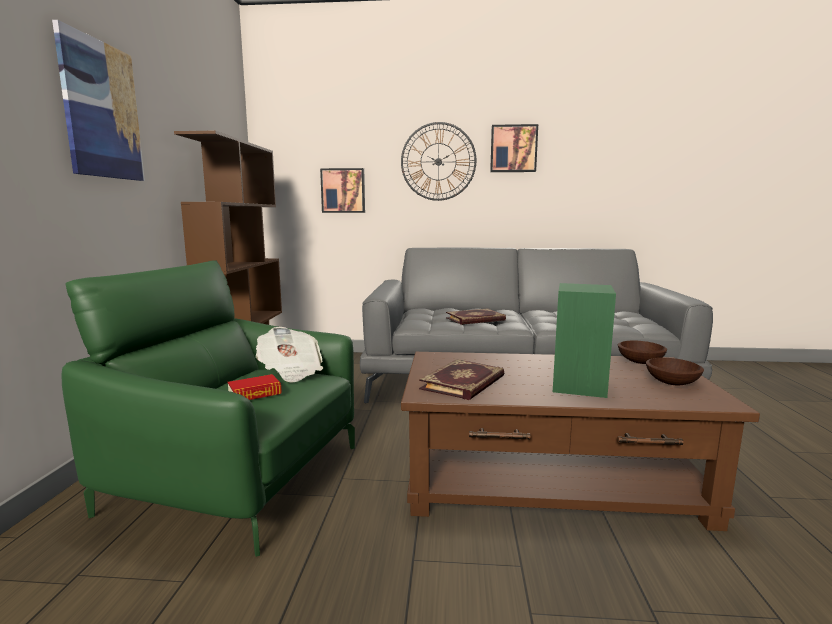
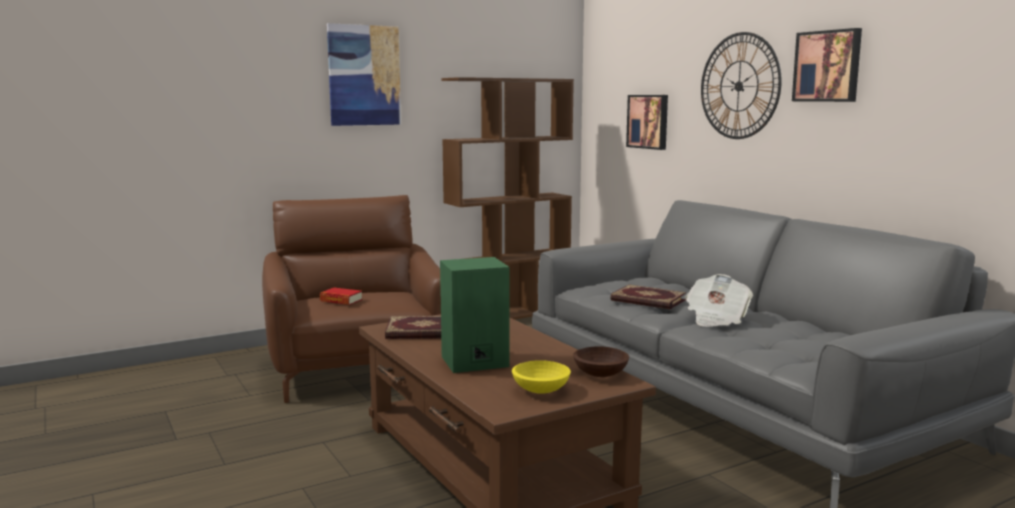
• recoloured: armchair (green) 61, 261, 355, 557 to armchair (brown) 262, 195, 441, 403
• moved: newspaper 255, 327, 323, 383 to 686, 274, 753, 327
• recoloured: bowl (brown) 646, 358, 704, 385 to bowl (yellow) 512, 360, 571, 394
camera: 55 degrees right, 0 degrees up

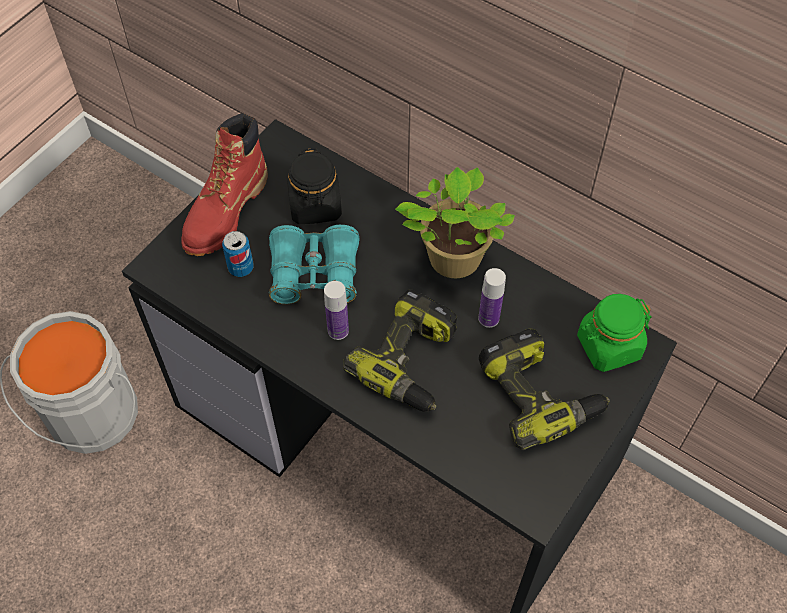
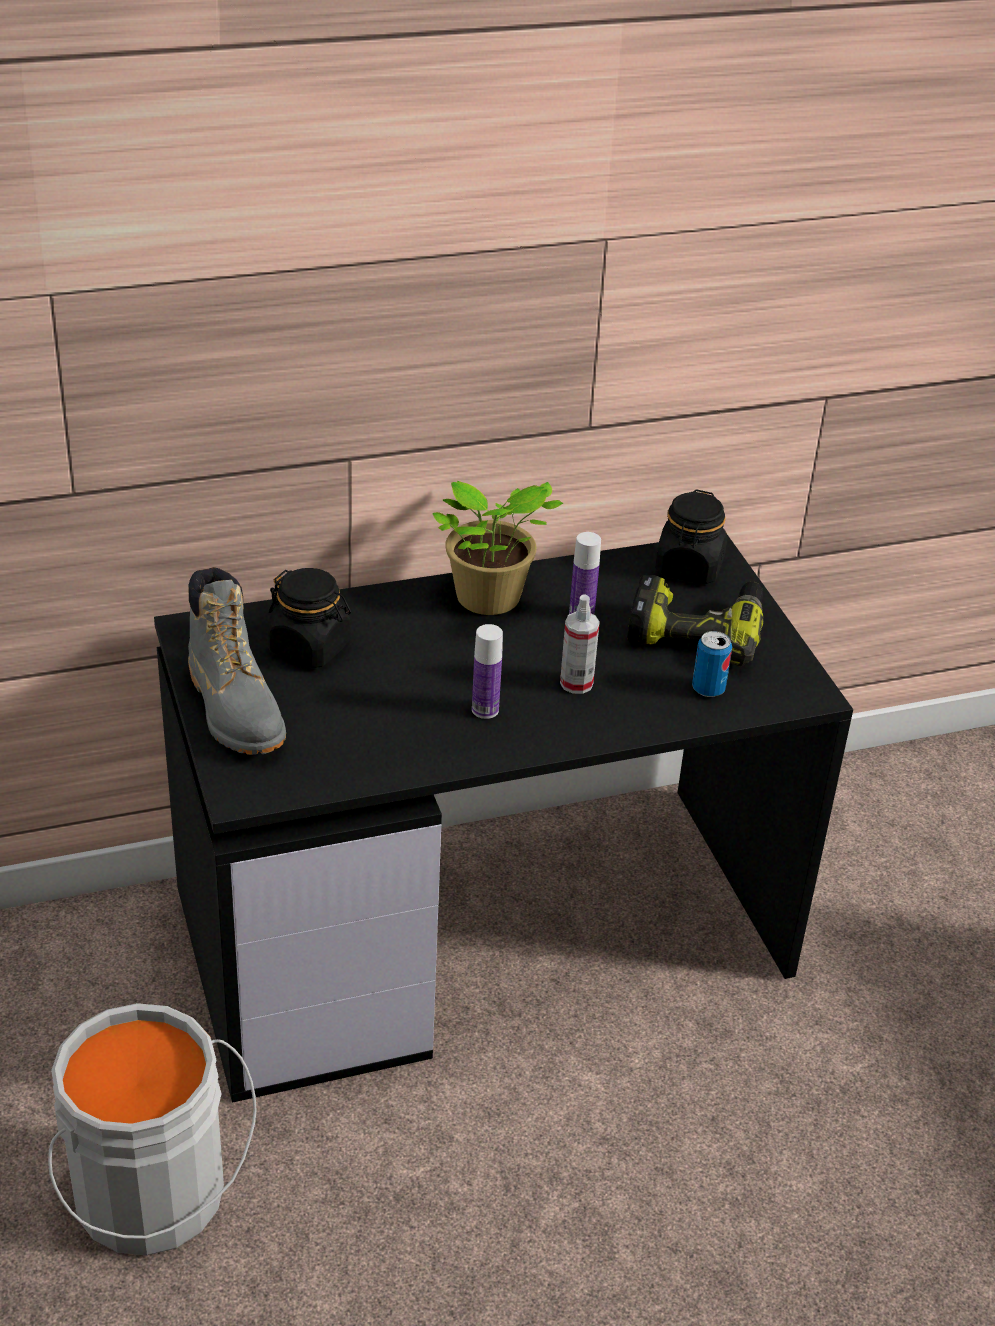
• recoloured: boot (red) 181, 113, 268, 256 to boot (grey) 188, 567, 286, 755
• moved: can 222, 231, 254, 277 to 692, 631, 732, 697
• removed: binoculars (turquoise) 269, 225, 360, 304
• replaced: power drill 343, 289, 457, 412 to spray bottle 560, 594, 600, 694
• recoloured: jar (green) 577, 294, 652, 372 to jar (black) 655, 490, 728, 584
camera: 55 degrees left, 20 degrees down

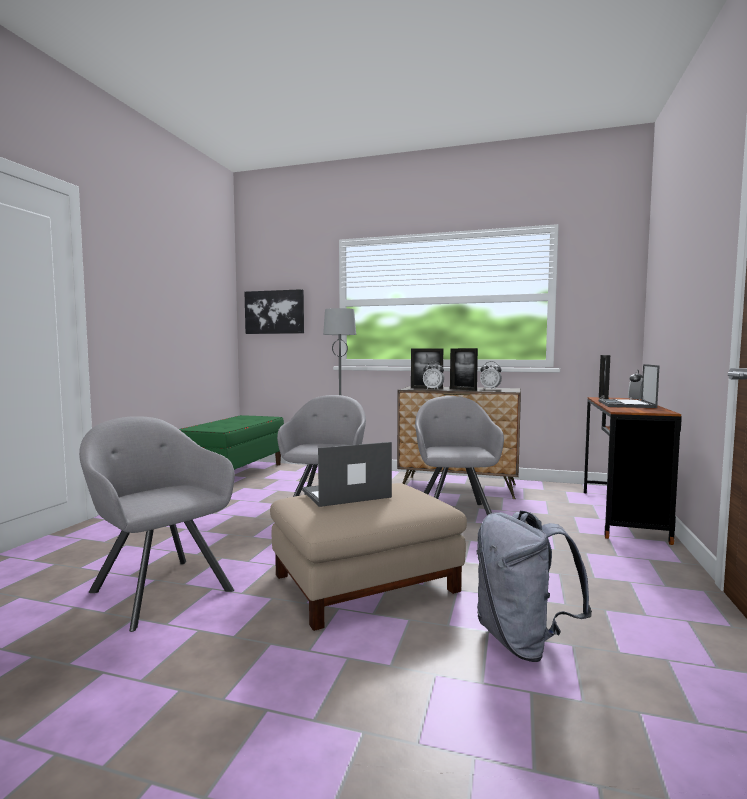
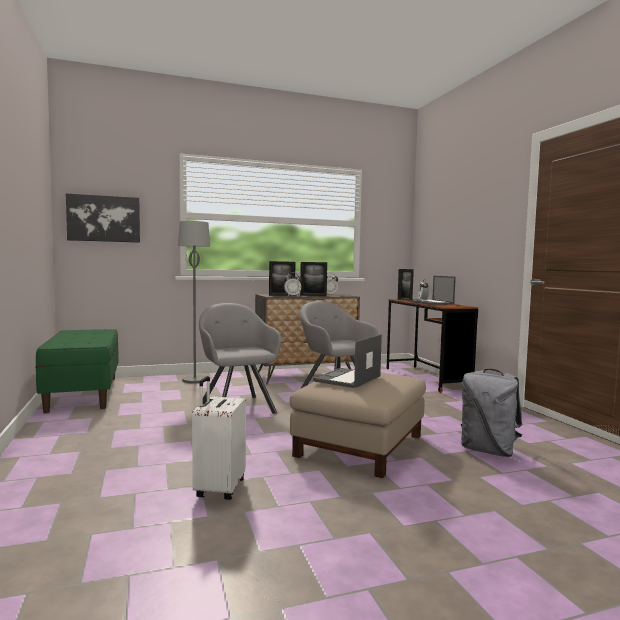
• replaced: armchair (grey) 79, 416, 235, 632 to suitcase (white) 192, 376, 246, 500
camera: 35 degrees left, 0 degrees up

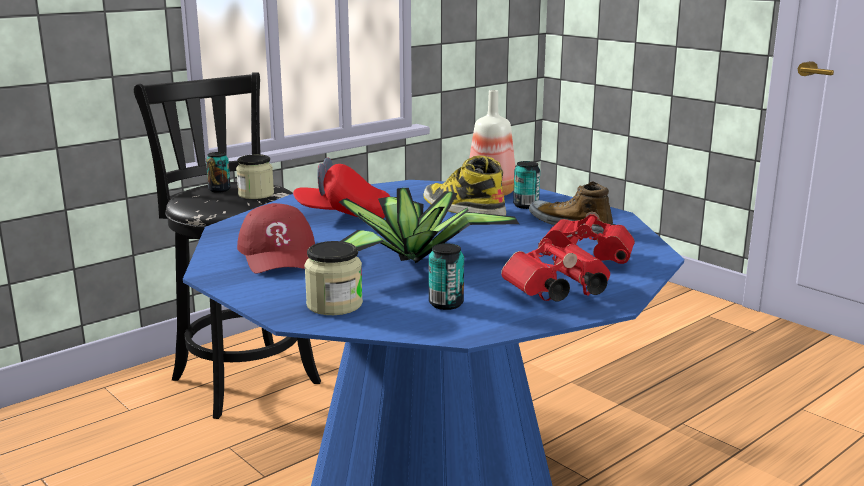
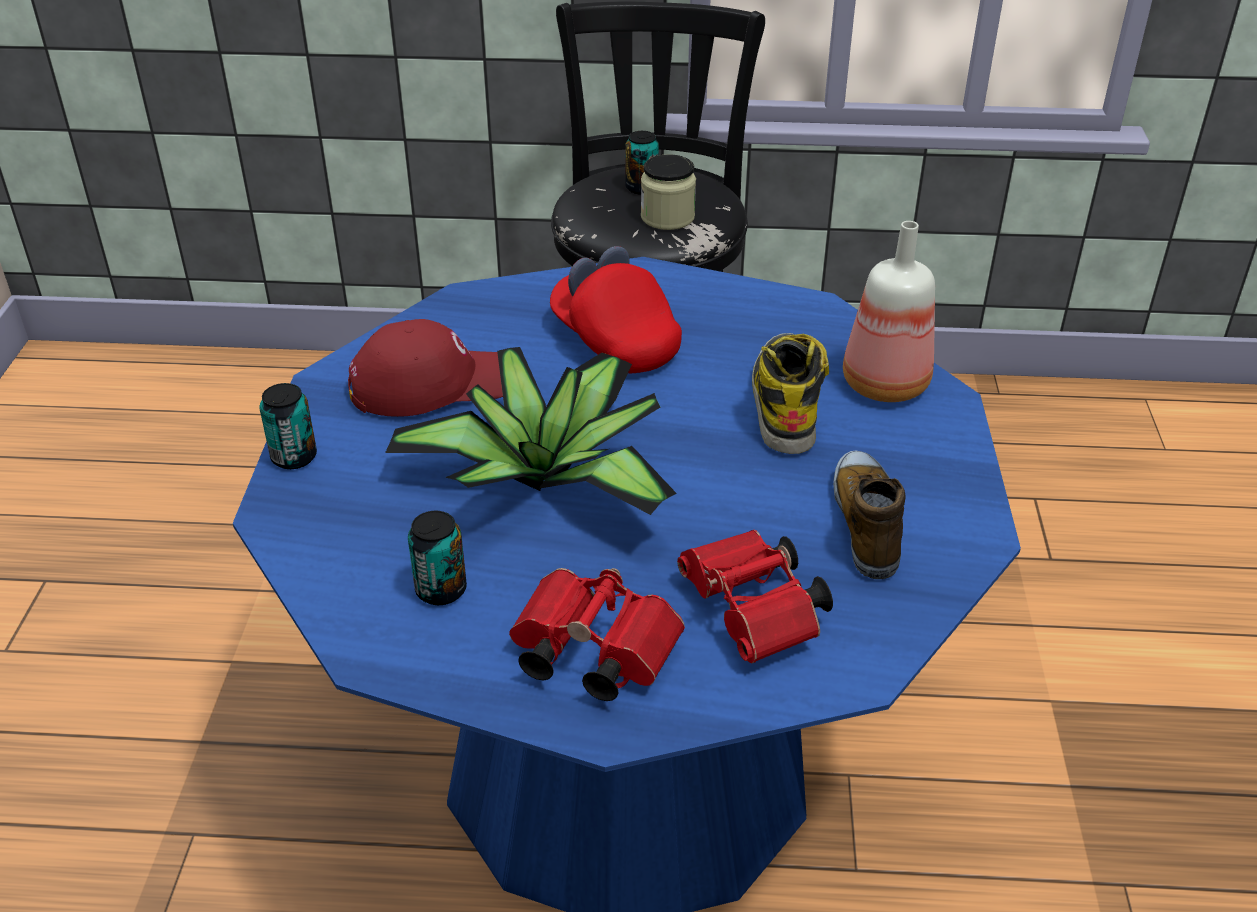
• turned: cap (red) 237, 203, 315, 274 = 348, 319, 503, 417 135 degrees counterclockwise
• removed: jar 304, 241, 363, 315
• moved: can 513, 161, 540, 209 to 259, 383, 317, 469
camera: 45 degrees right, 20 degrees up

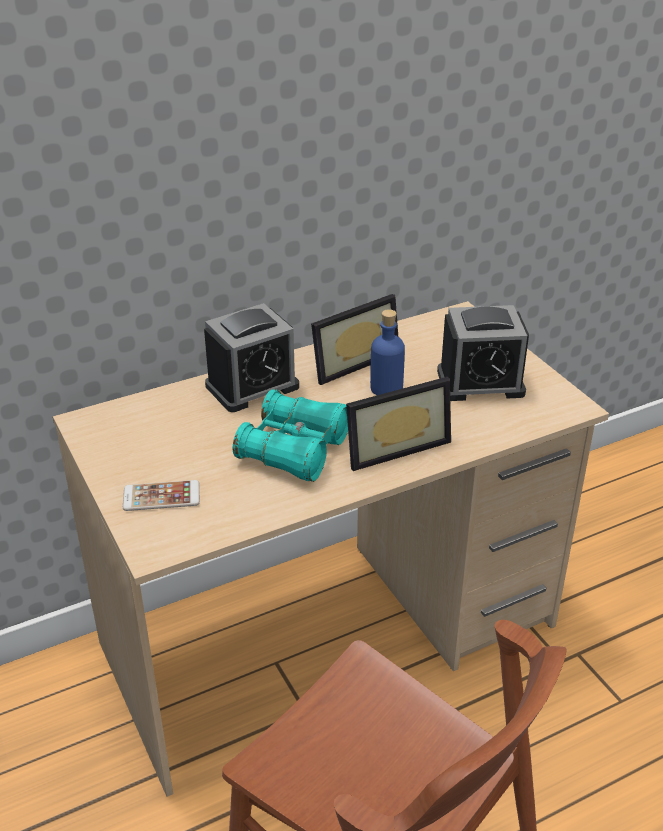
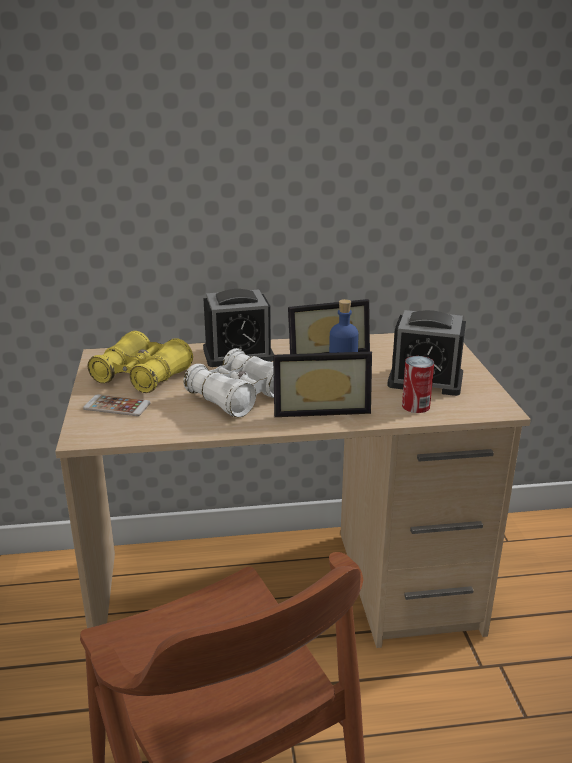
• recoloured: binoculars (turquoise) 233, 389, 348, 482 to binoculars (white) 183, 348, 274, 417
• added: binoculars (yellow) 88, 331, 193, 393
• added: can 402, 356, 434, 413
camera: 20 degrees right, 10 degrees down

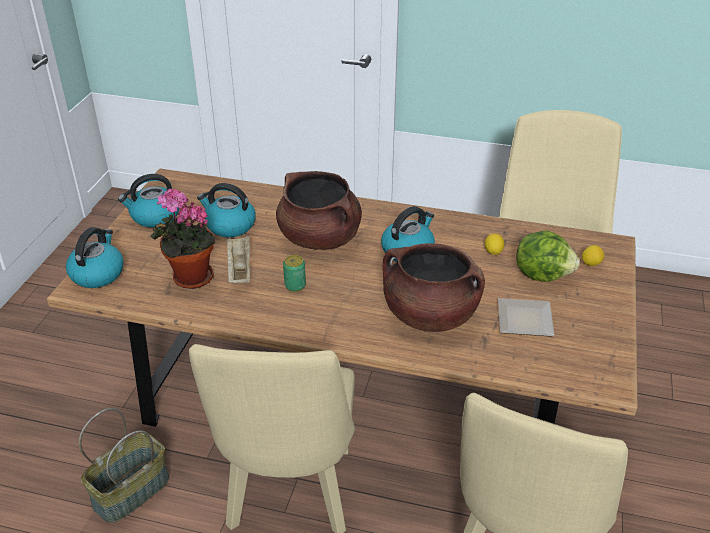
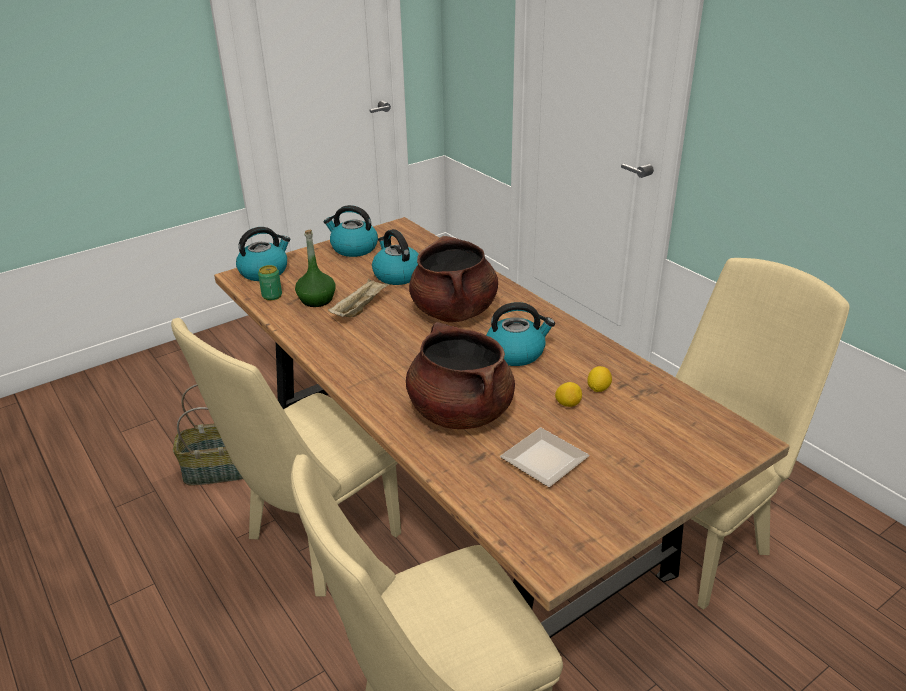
• replaced: potted plant 150, 188, 215, 289 to bottle (green) 295, 230, 336, 307
• moved: can 283, 255, 306, 292 to 258, 265, 282, 301
• removed: lettuce 516, 231, 580, 282
• moved: lemon 582, 245, 604, 266 to 555, 382, 582, 407
camera: 40 degrees right, 5 degrees down

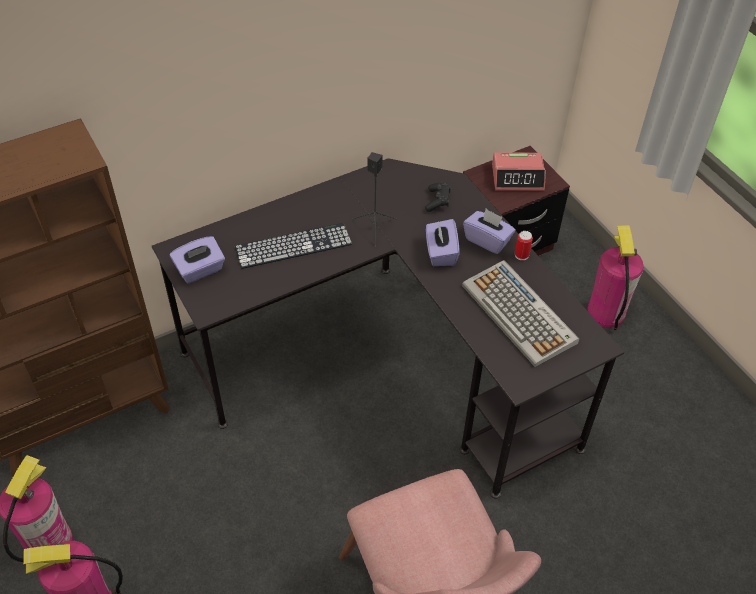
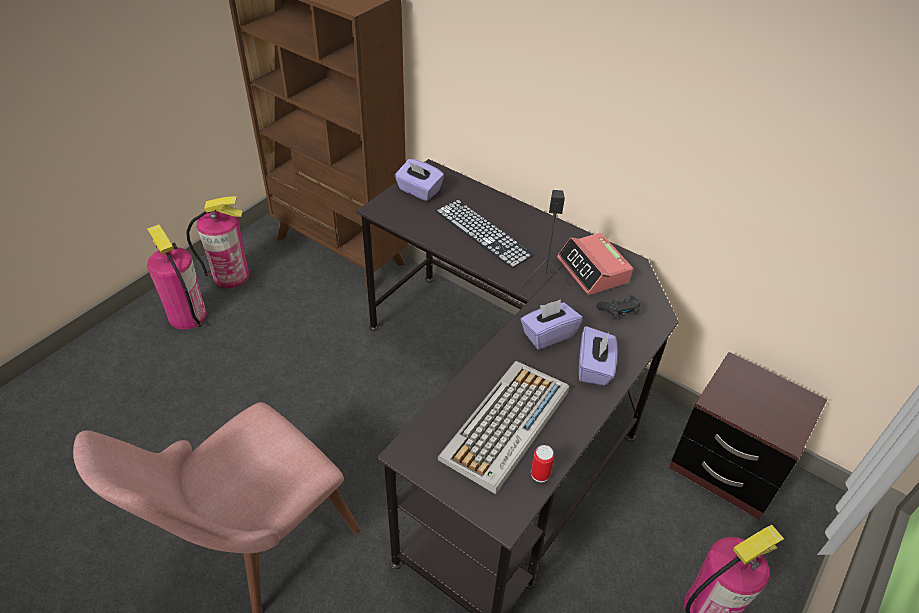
• moved: alarm clock 492, 152, 546, 191 to 557, 233, 633, 295
• moved: can 515, 231, 533, 260 to 531, 445, 555, 482
camera: 65 degrees right, 5 degrees down

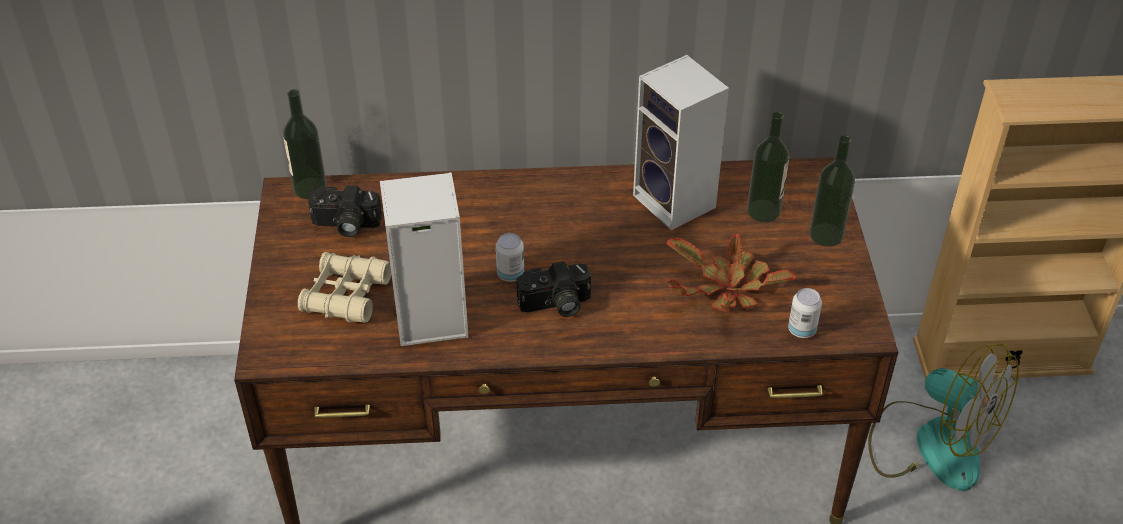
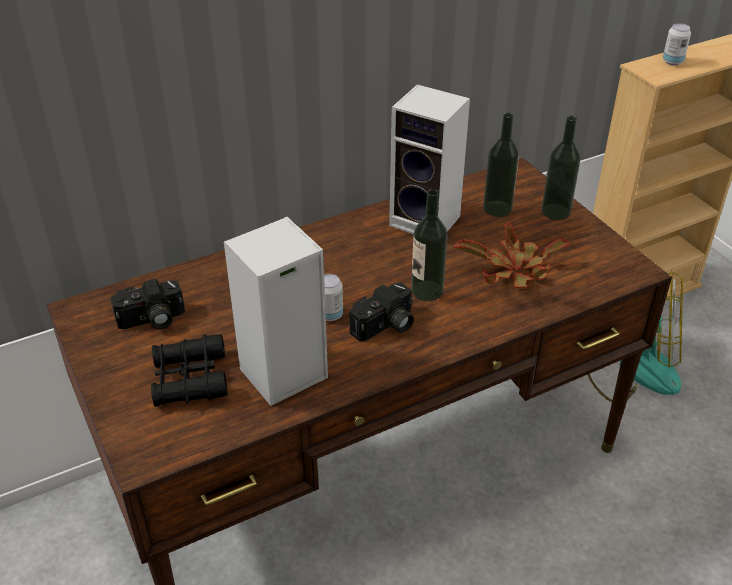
• moved: bottle 283, 89, 327, 199 to 411, 189, 448, 301
• recoloured: binoculars (beige) 298, 252, 391, 323 to binoculars (black) 151, 334, 228, 407
• moved: can 788, 288, 822, 338 to 663, 23, 691, 65
camera: 25 degrees left, 5 degrees down

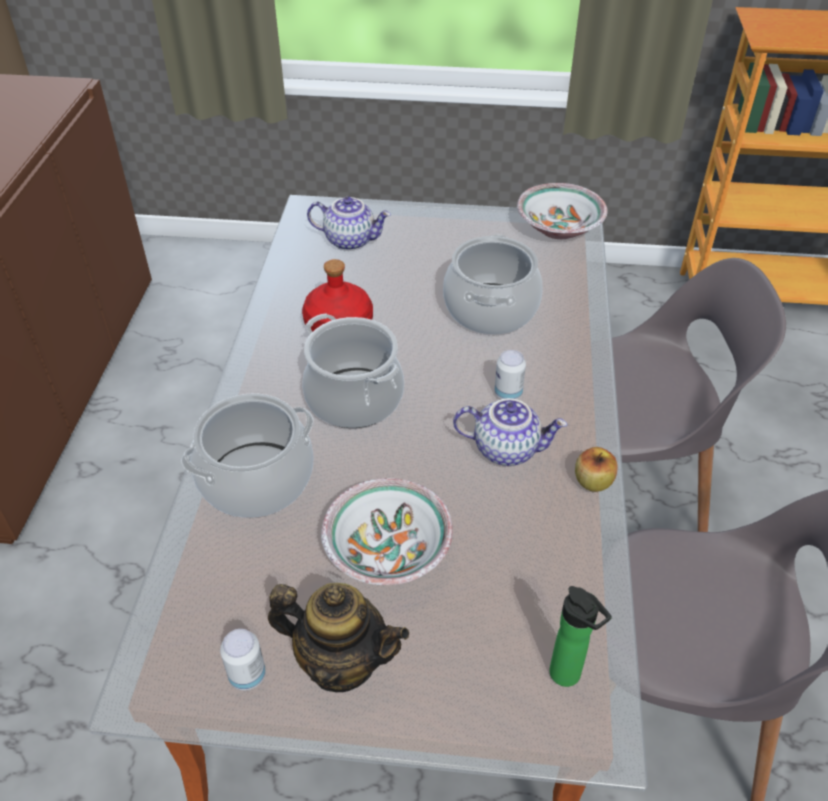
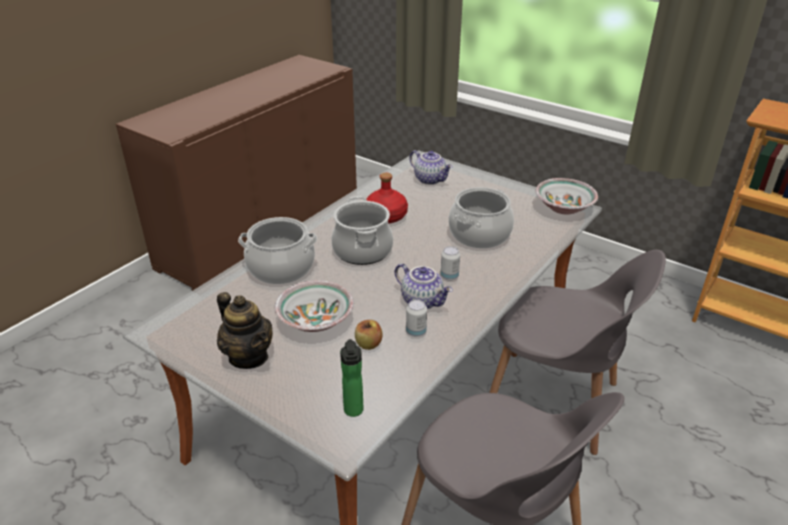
• moved: can 220, 629, 266, 691 to 406, 299, 427, 337
• moved: apple 575, 447, 618, 492 to 355, 320, 383, 350
camera: 30 degrees right, 10 degrees down

